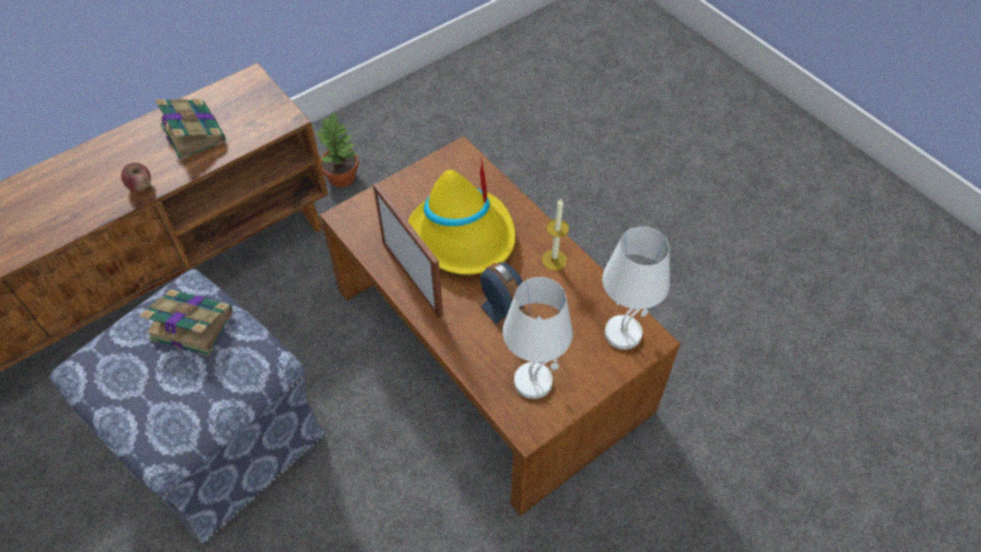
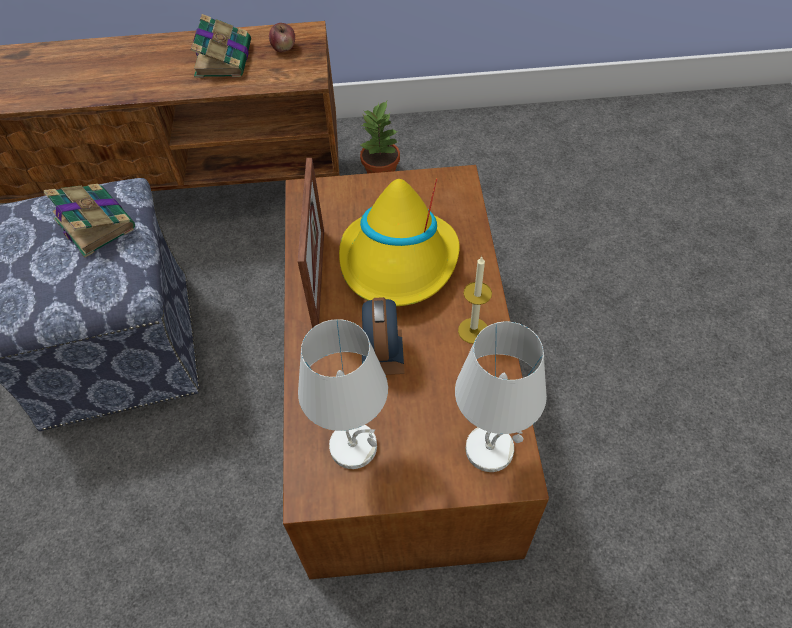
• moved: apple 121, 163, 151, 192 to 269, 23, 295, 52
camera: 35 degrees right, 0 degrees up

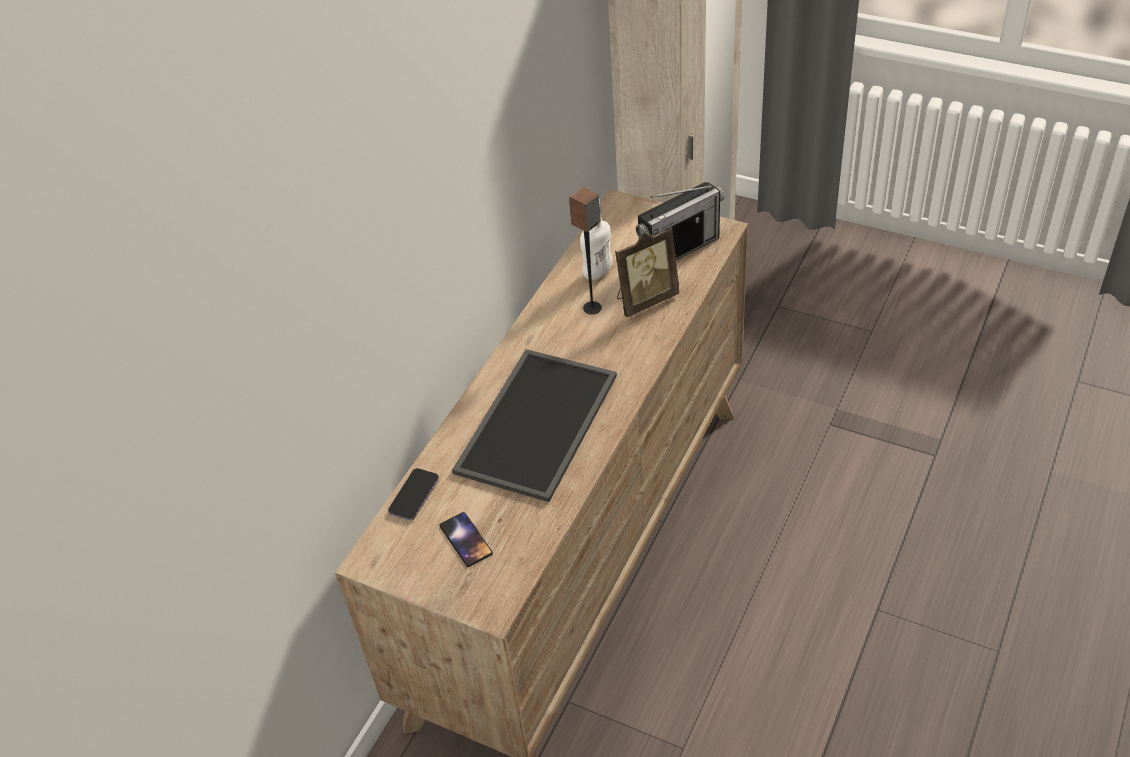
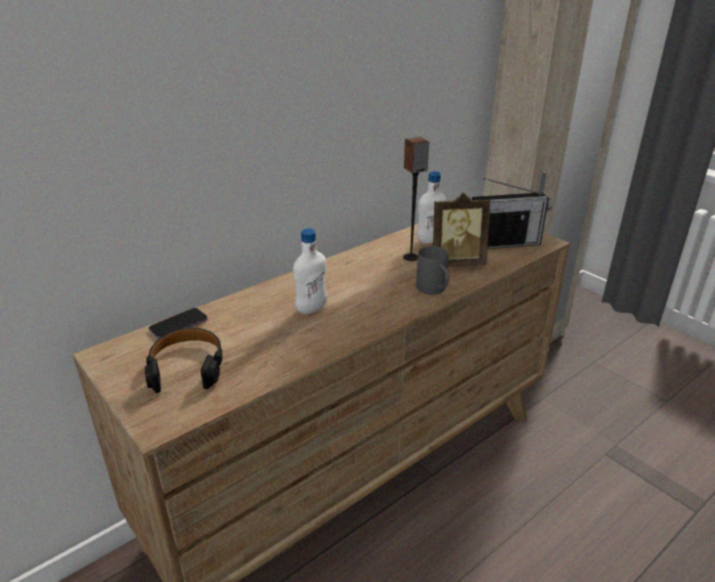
• replaced: phone 440, 512, 493, 567 to headphones (black) 145, 328, 223, 393
• replaced: tray 452, 349, 617, 502 to bottle (white) 293, 228, 327, 314
• added: mug (grey) 416, 246, 449, 295
camera: 20 degrees right, 15 degrees down

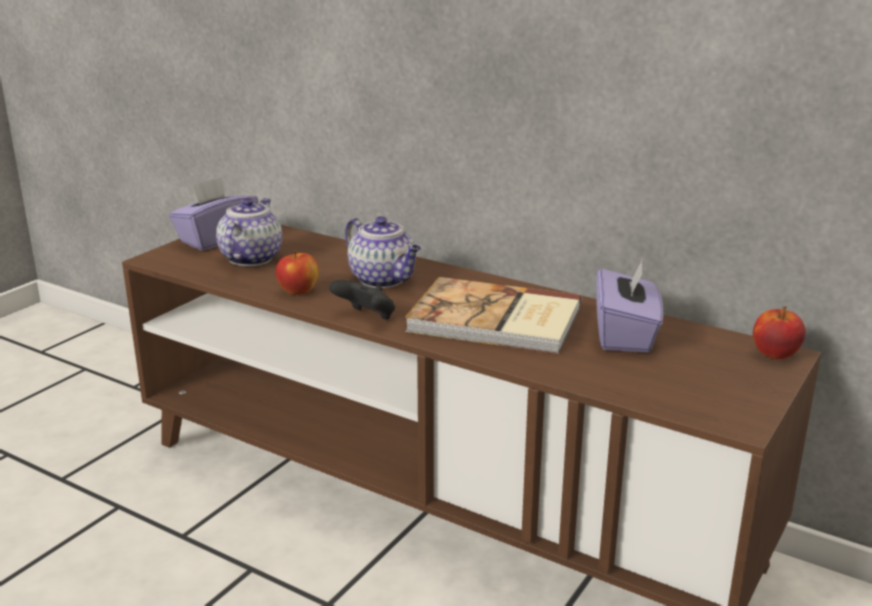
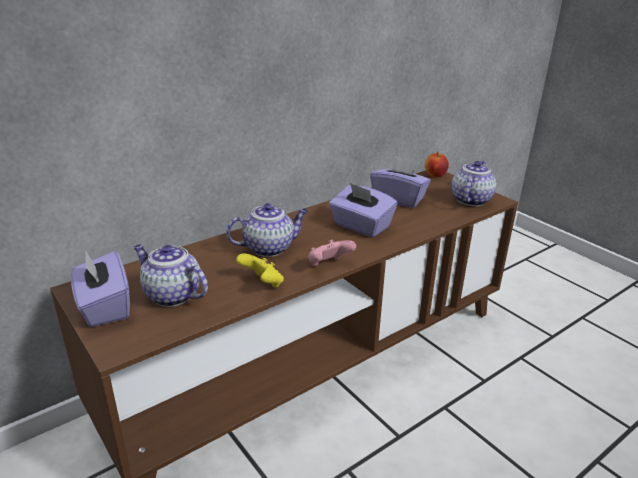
• replaced: apple 276, 250, 319, 295 to game controller (yellow) 236, 254, 284, 288
• recoloured: game controller (black) 329, 280, 395, 320 to game controller (pink) 308, 240, 356, 266
• replaced: book 405, 277, 581, 354 to tissue box (purple) 329, 183, 397, 237
• added: teapot 452, 160, 496, 206
camera: 70 degrees left, 5 degrees up

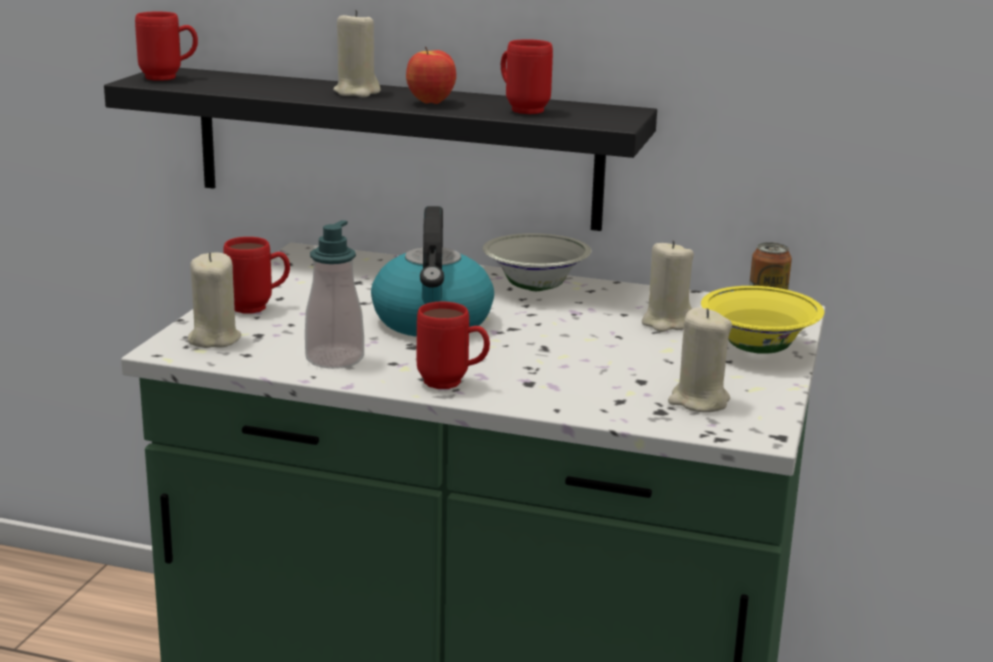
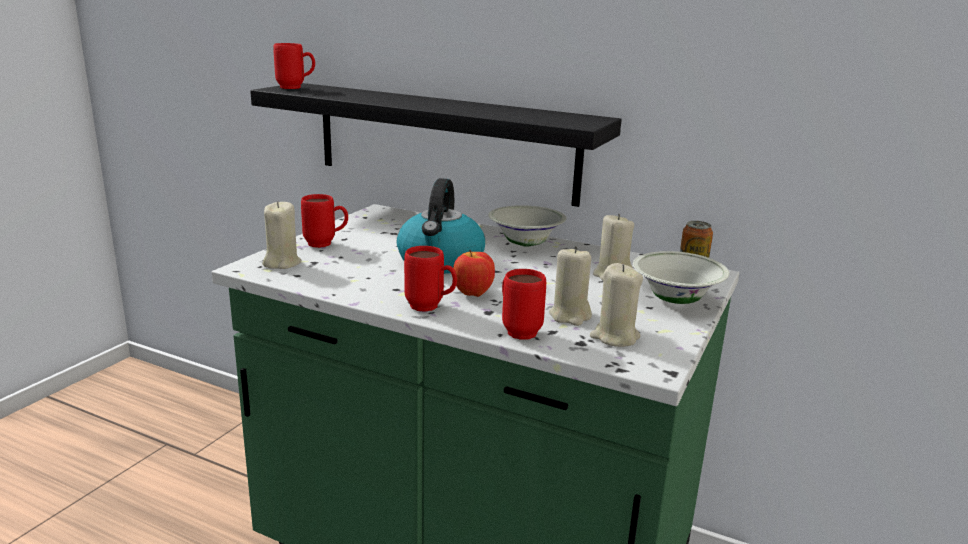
• removed: soap dispenser 305, 220, 364, 369
• moved: candle (beige) 333, 10, 381, 97 to 549, 246, 592, 326
• moved: apple 406, 47, 456, 104 to 453, 250, 495, 297
• moved: mug (red) 501, 39, 553, 114 to 502, 269, 546, 340
• recoloured: bowl (yellow) 701, 286, 824, 354 to bowl (white) 633, 251, 729, 304
camera: 10 degrees right, 0 degrees up

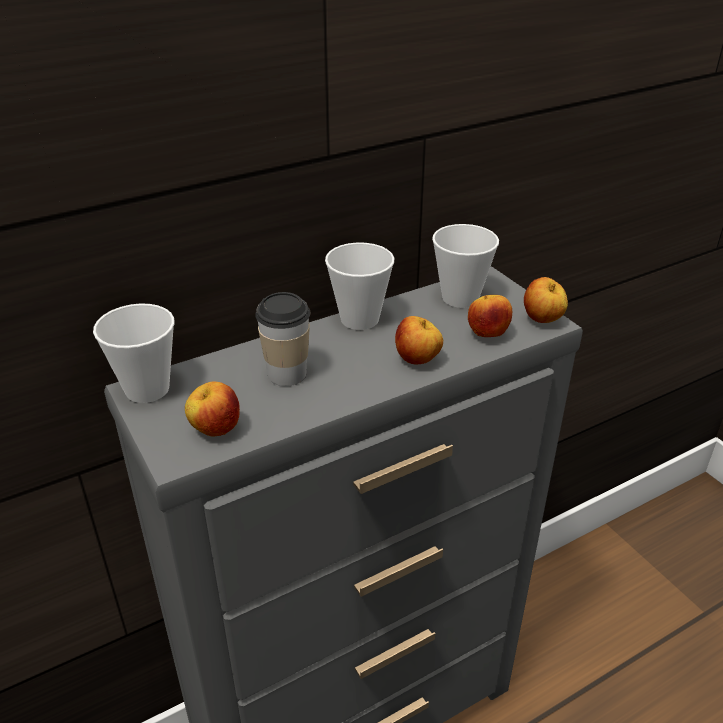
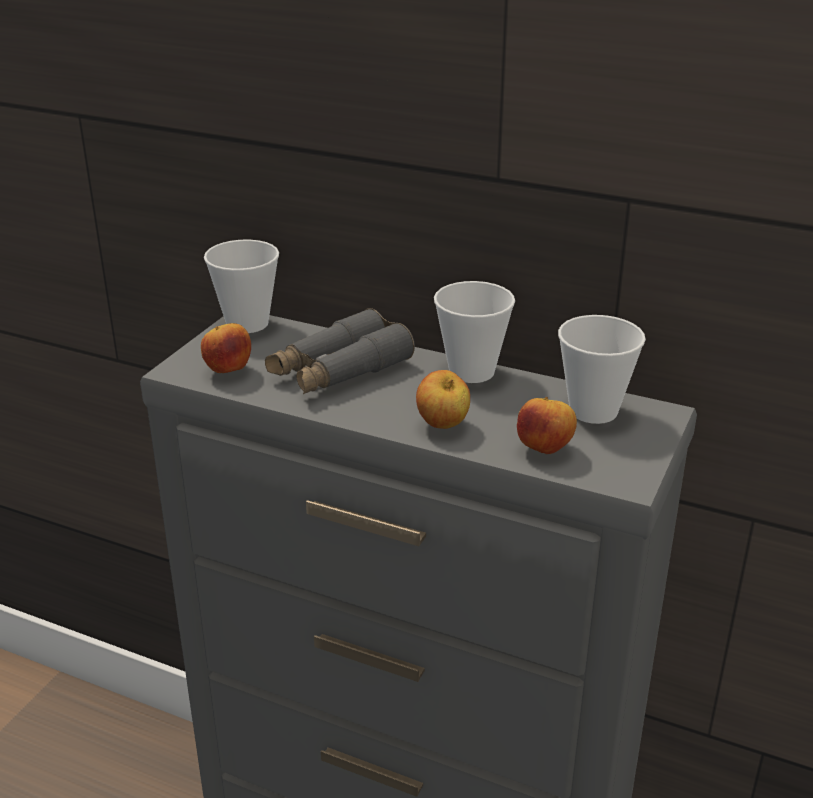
• replaced: cup 255, 292, 310, 386 to binoculars (grey) 265, 308, 415, 394
• removed: apple 524, 277, 568, 323
camera: 55 degrees right, 5 degrees down

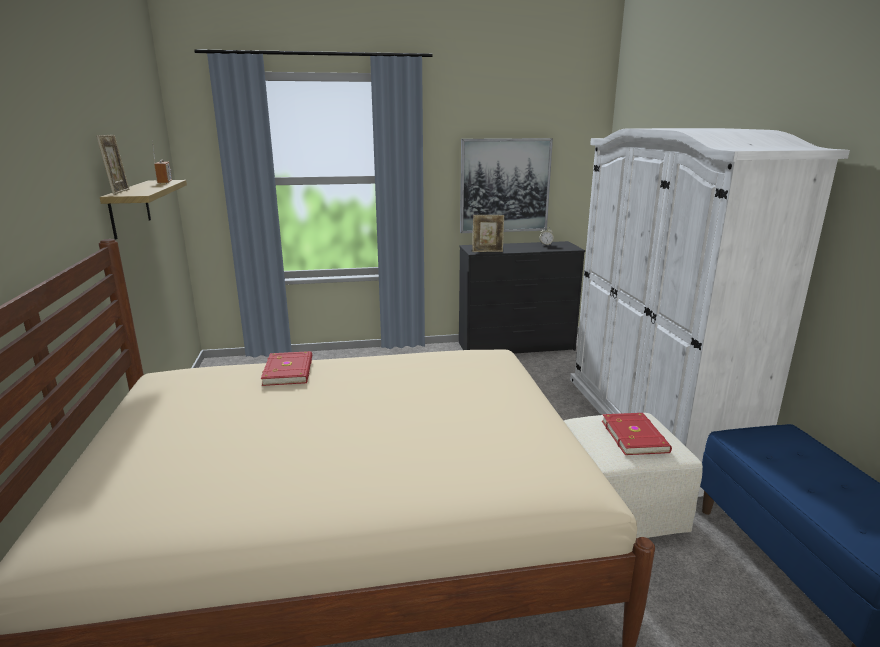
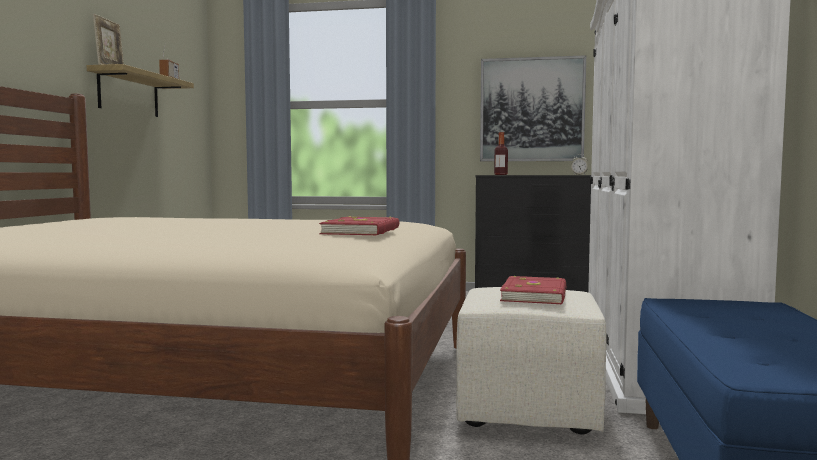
• moved: book (red) 261, 351, 312, 386 to 319, 216, 399, 235
• replaced: picture frame 472, 215, 504, 252 to bottle 494, 132, 508, 175
camera: 20 degrees right, 15 degrees down

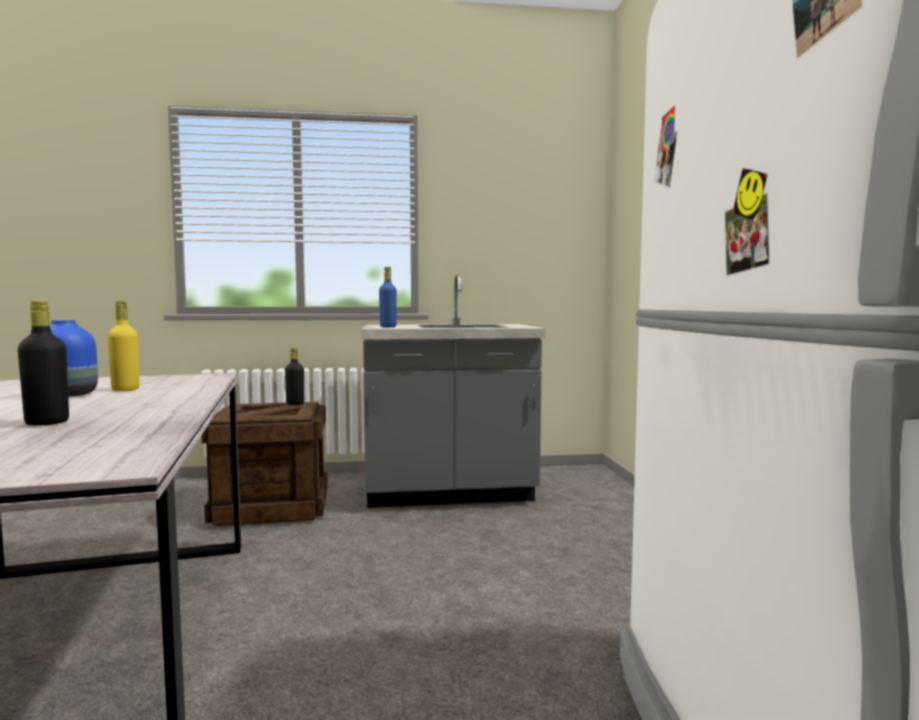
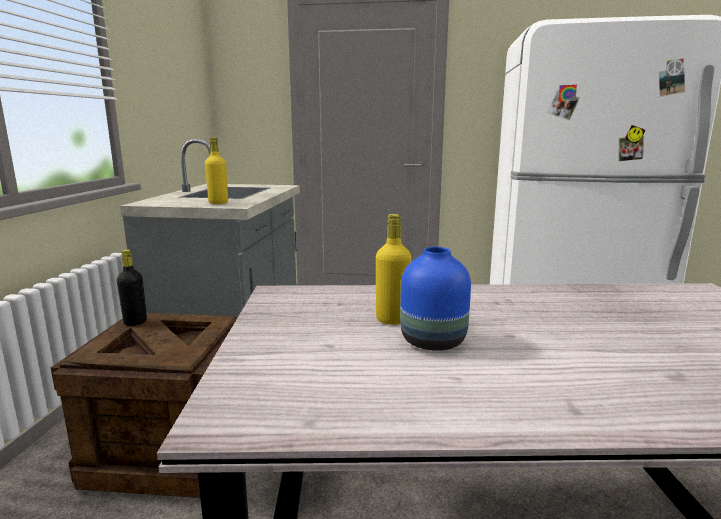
• removed: bottle (black) 18, 300, 69, 425
• recoloured: bottle (blue) 379, 267, 397, 327 to bottle (yellow) 205, 138, 228, 204
camera: 75 degrees left, 10 degrees up

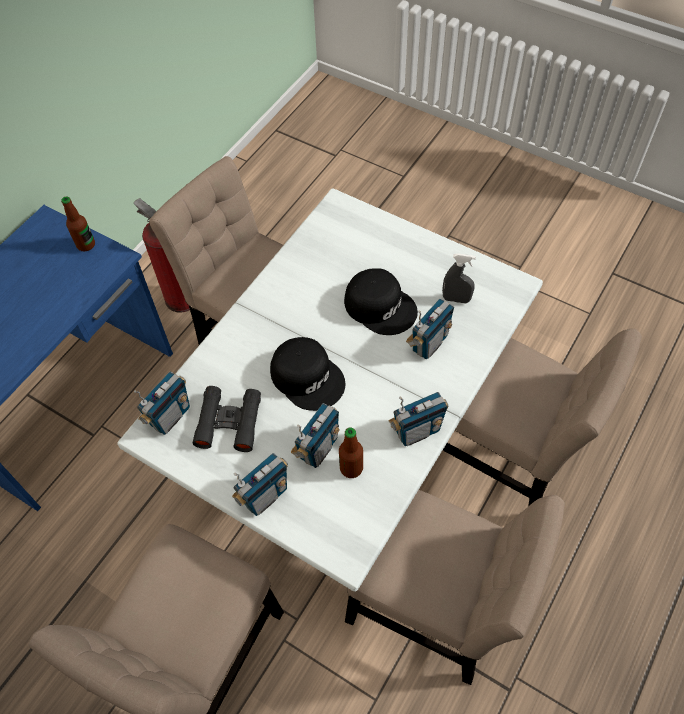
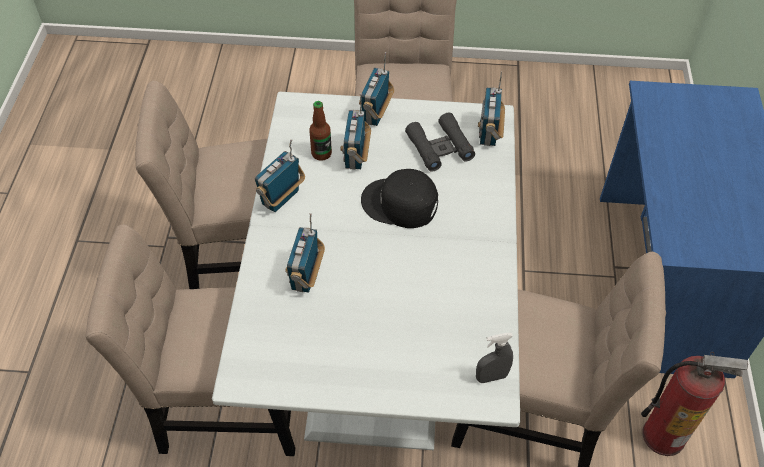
• removed: bottle 61, 197, 95, 251
• removed: cap (black) 344, 268, 418, 335
• moved: spray bottle (grey) 442, 253, 476, 303 to 476, 333, 513, 383
camera: 150 degrees right, 5 degrees down

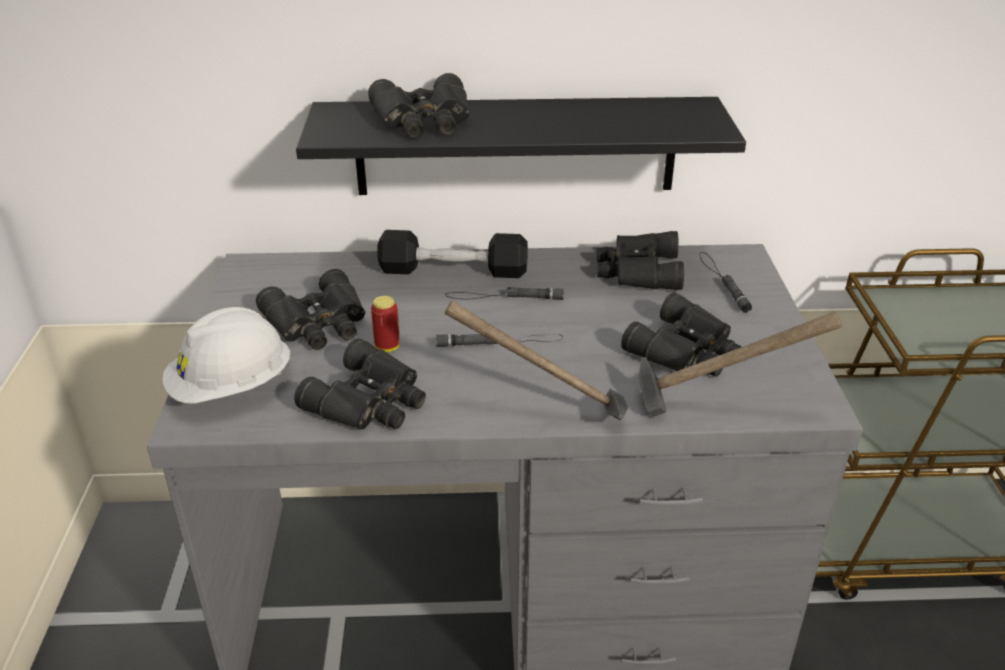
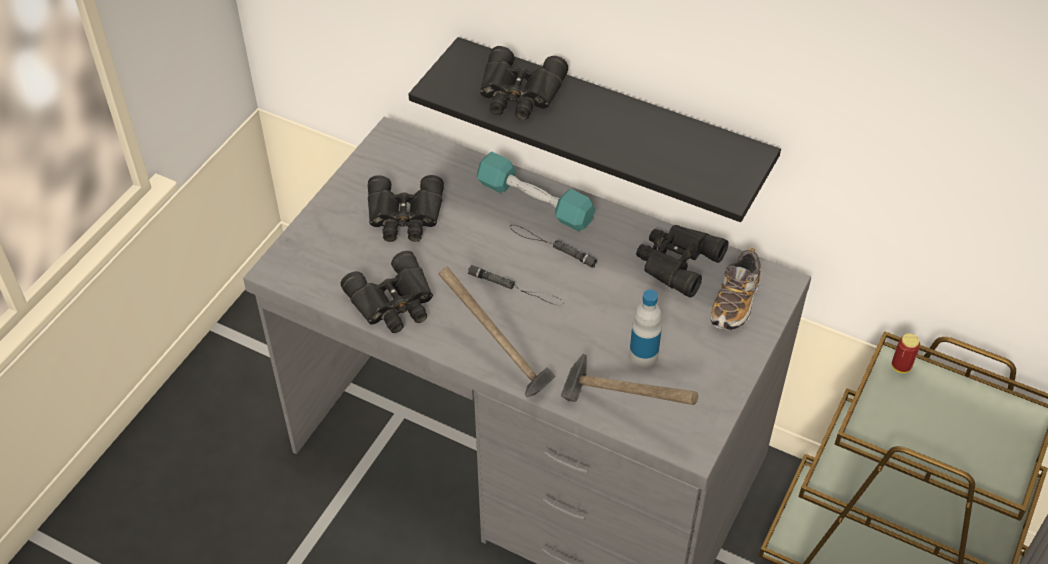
• removed: hard hat (white) 162, 307, 291, 404
• moved: can 371, 296, 400, 352 to 892, 333, 920, 373
• recoloured: dumbbell (black) 377, 230, 528, 278 to dumbbell (turquoise) 477, 152, 595, 231
• replaced: binoculars (black) 621, 292, 741, 377 to bottle 629, 289, 662, 368
• replaced: flashlight (black) 699, 252, 752, 313 to shoe 711, 248, 761, 330
camera: 30 degrees right, 15 degrees up

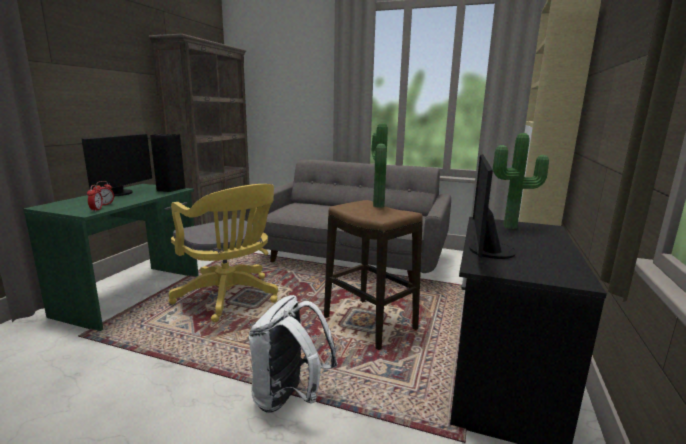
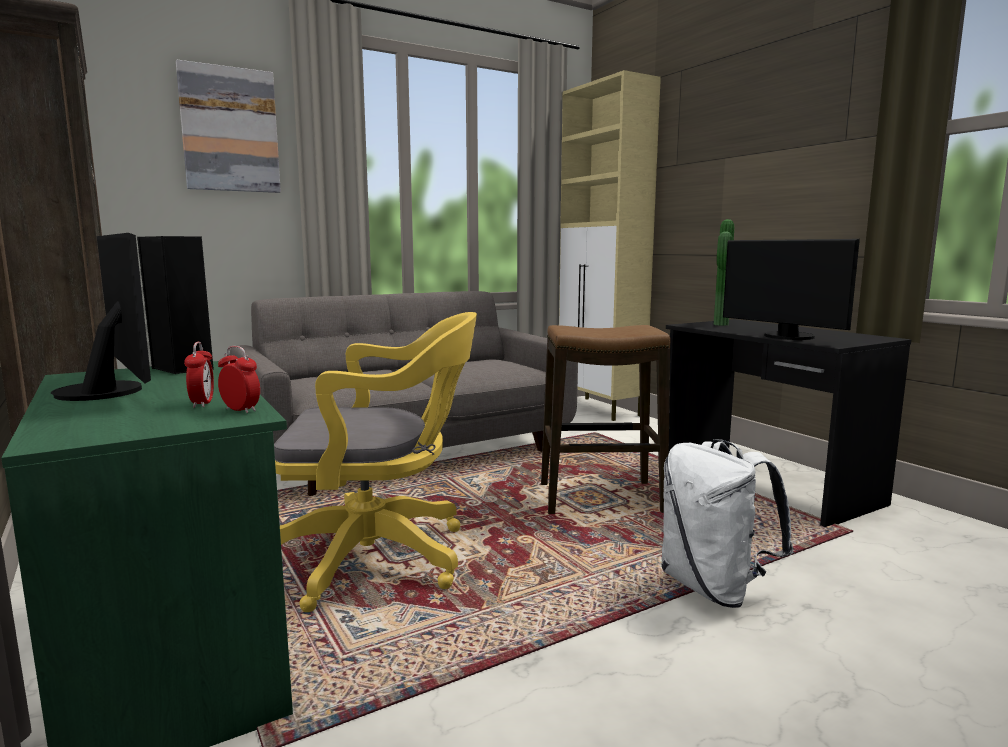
• removed: potted plant 372, 123, 388, 208
• added: picture 176, 60, 281, 193
camera: 50 degrees left, 5 degrees down

